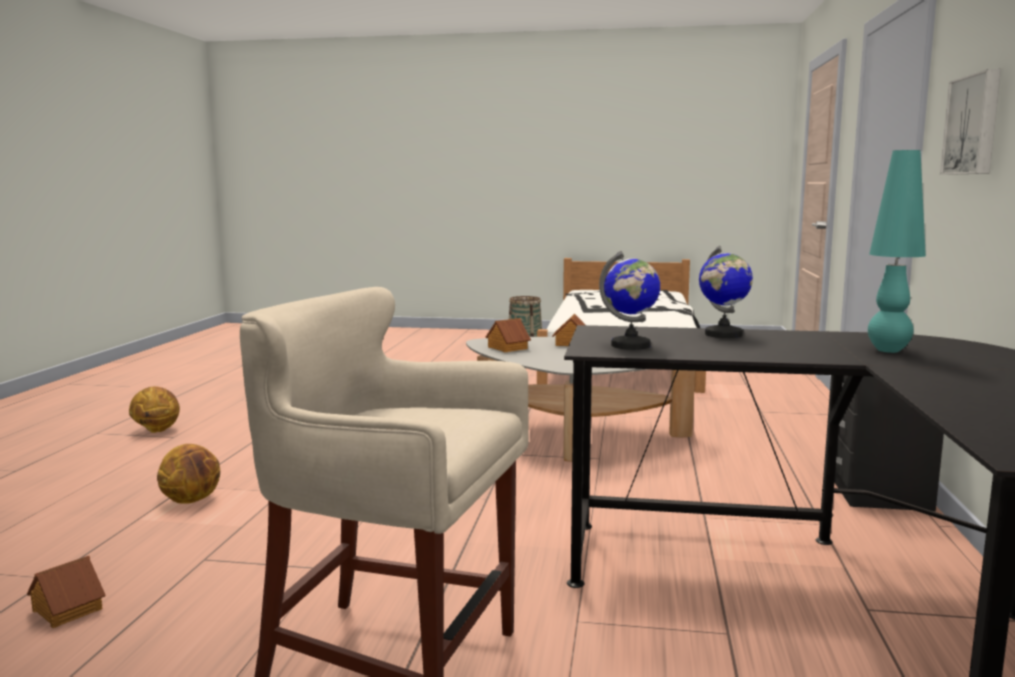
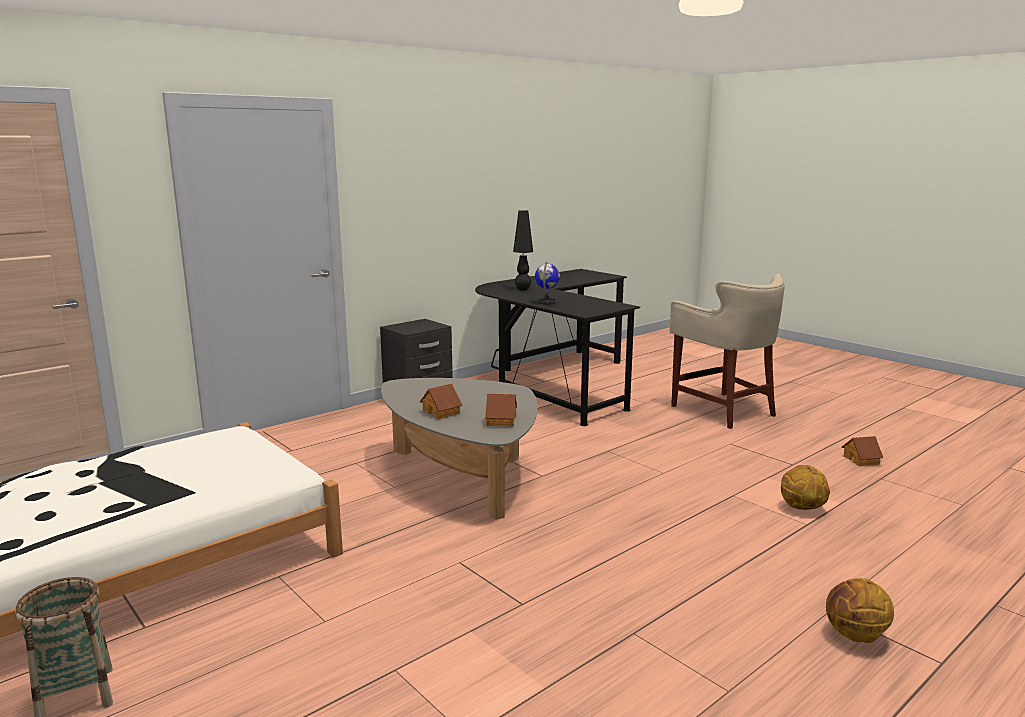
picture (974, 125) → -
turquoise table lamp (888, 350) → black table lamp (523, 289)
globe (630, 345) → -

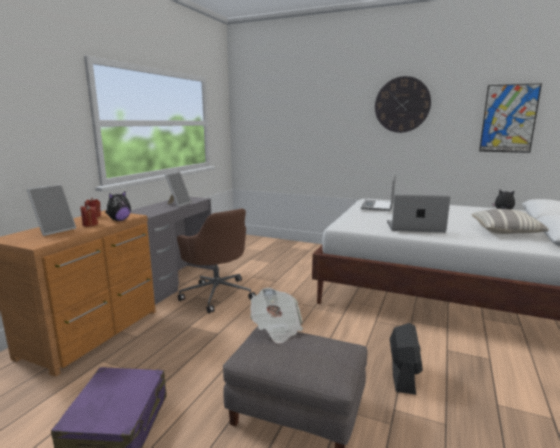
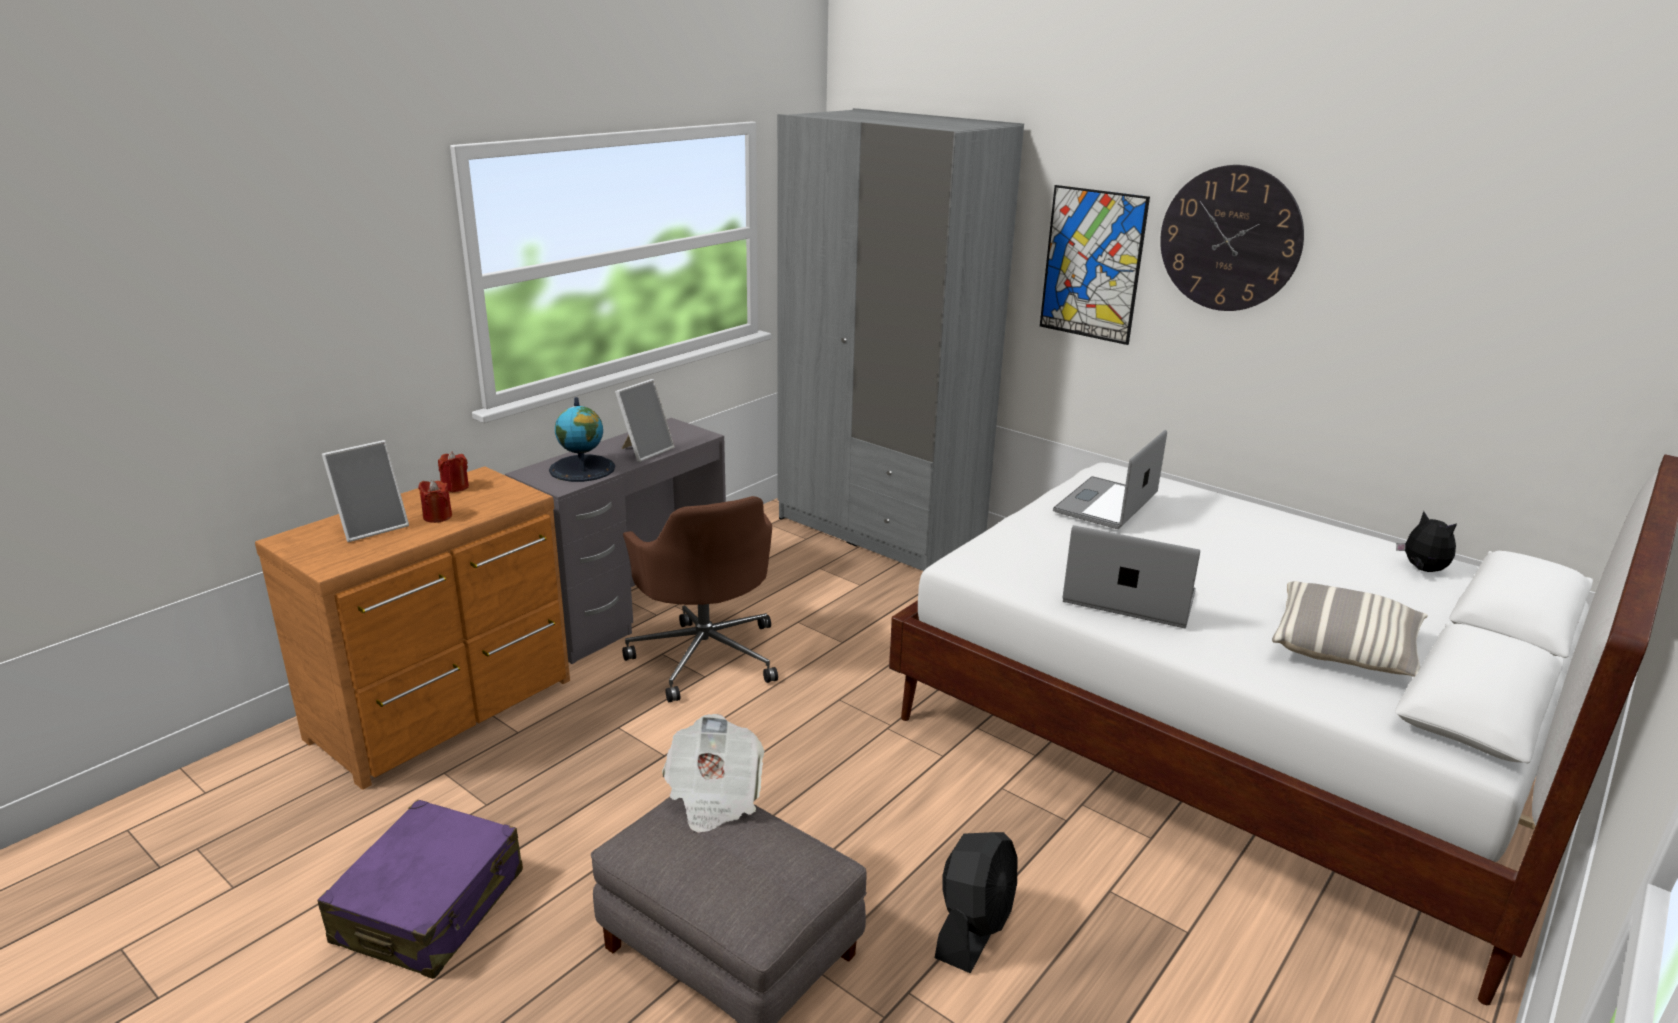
picture (508, 119) → picture (1092, 264), moved
plush toy (119, 220) → -
- → grey wardrobe (880, 529)
- → globe (582, 469)

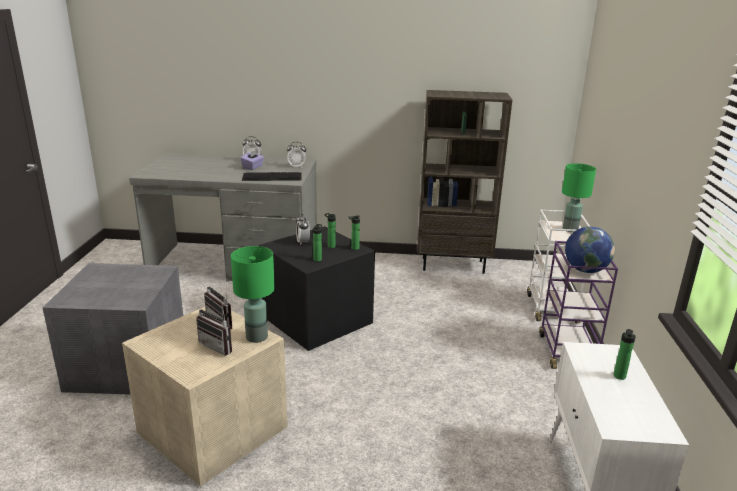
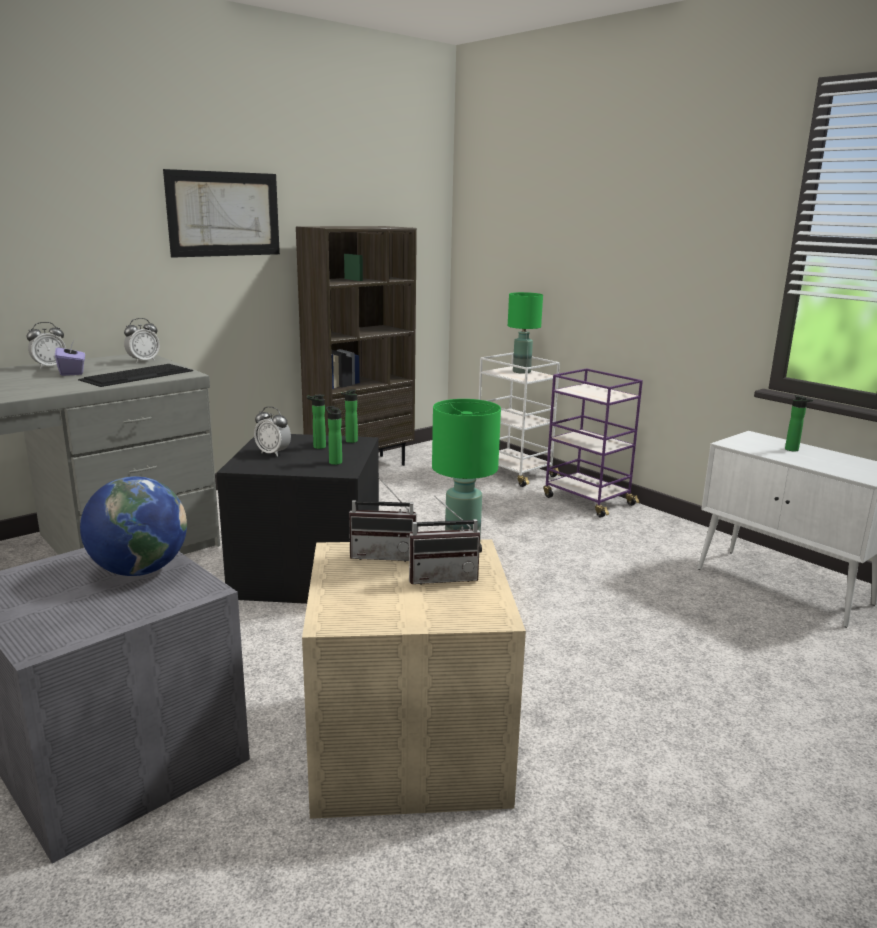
globe (585, 270) → globe (139, 570), moved
- → picture (224, 214)

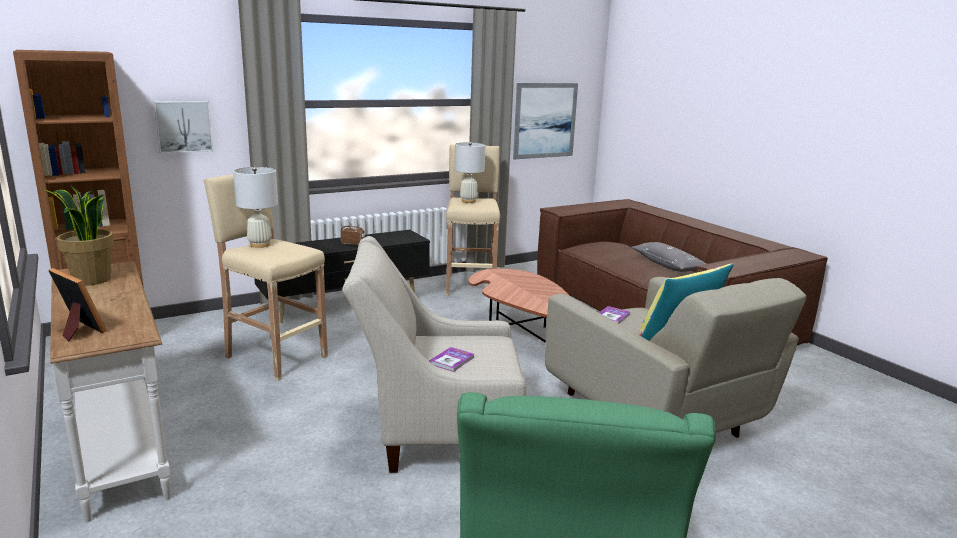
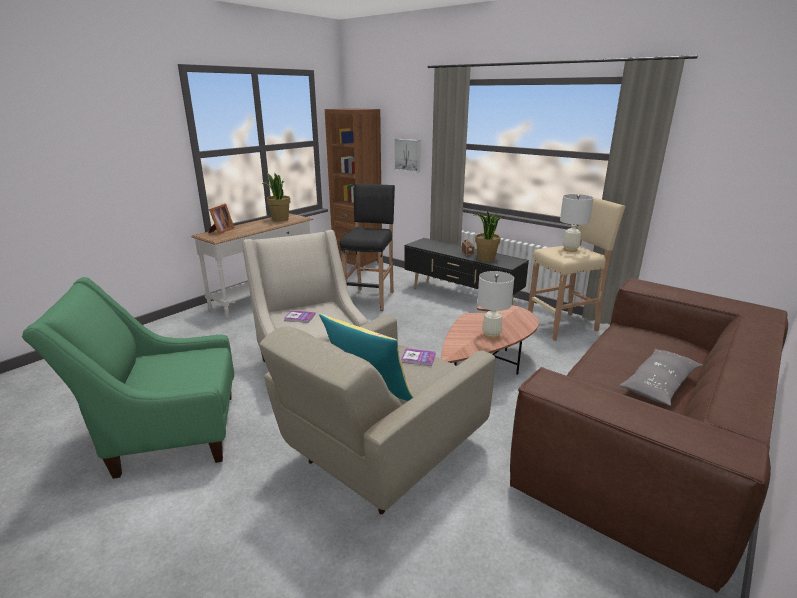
picture (545, 120) → -
white table lamp (260, 245) → white table lamp (491, 335), moved
beige stool (274, 356) → black stool (370, 299)
- → potted plant (486, 259)

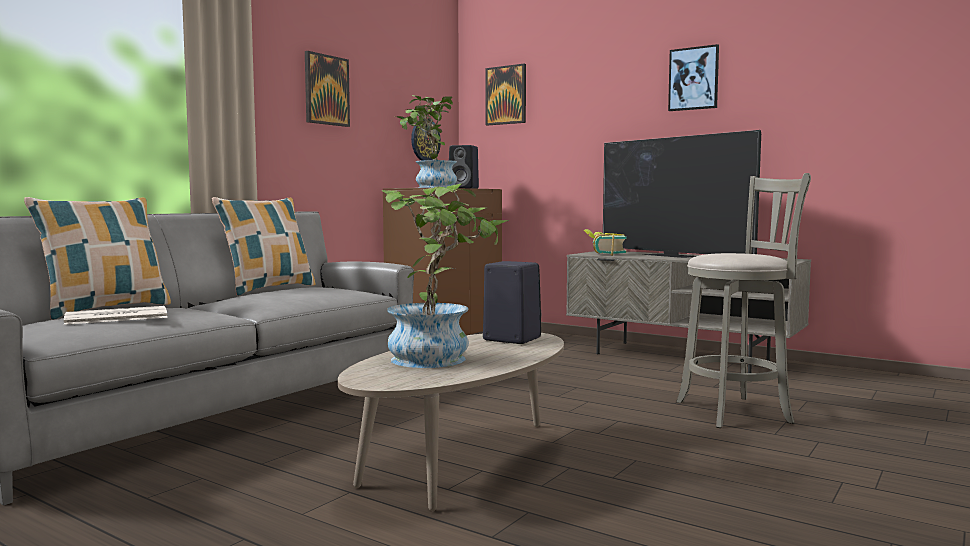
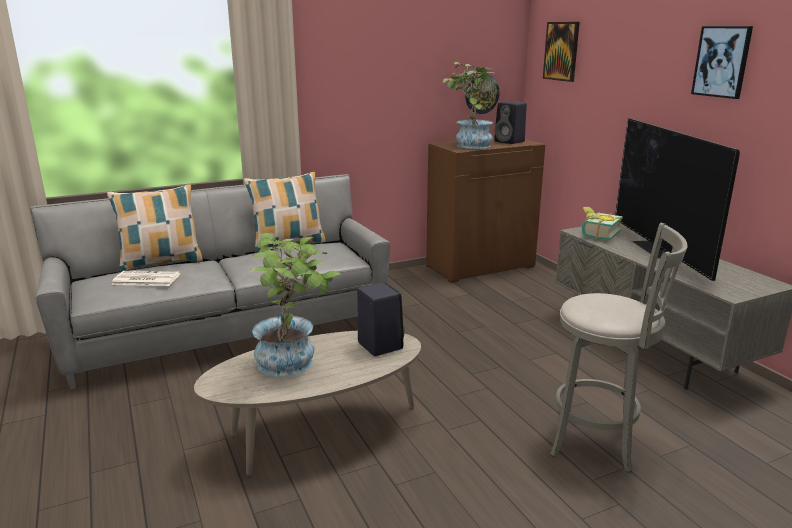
picture (326, 90) → -

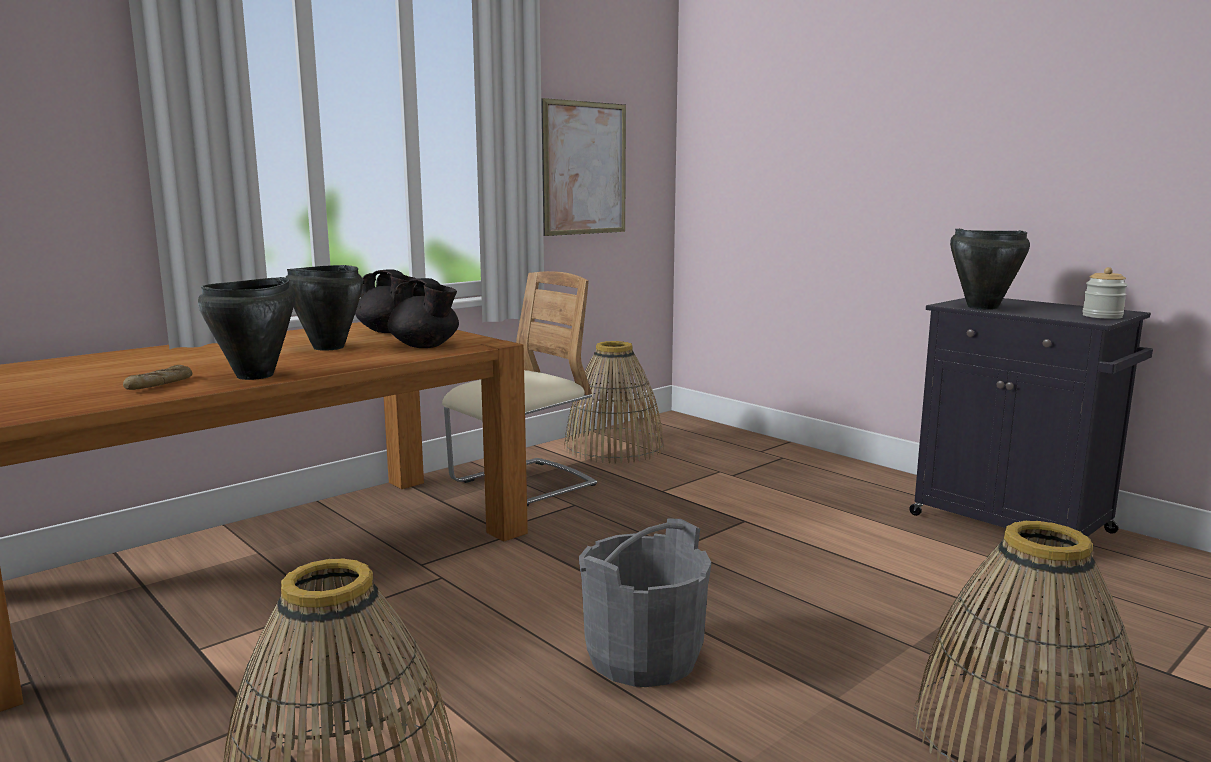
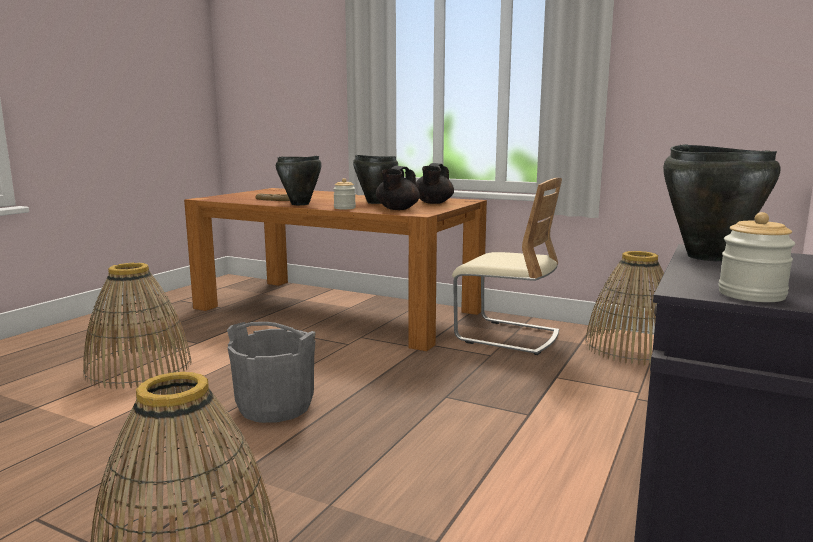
picture (585, 168) → -
- → jar (344, 208)

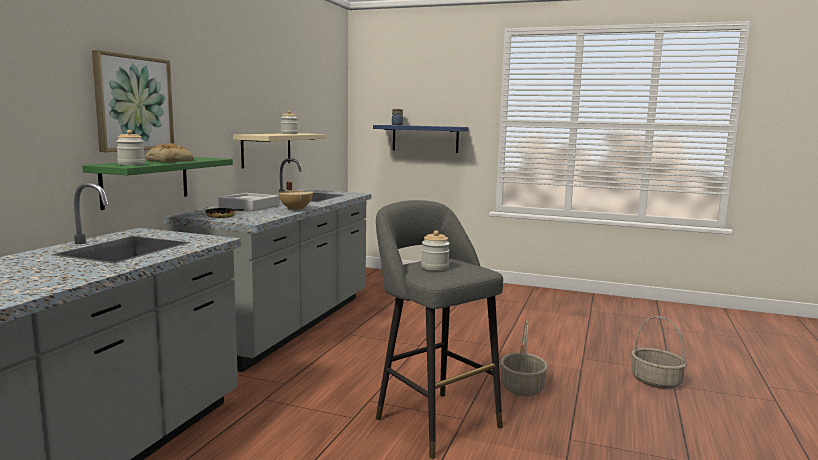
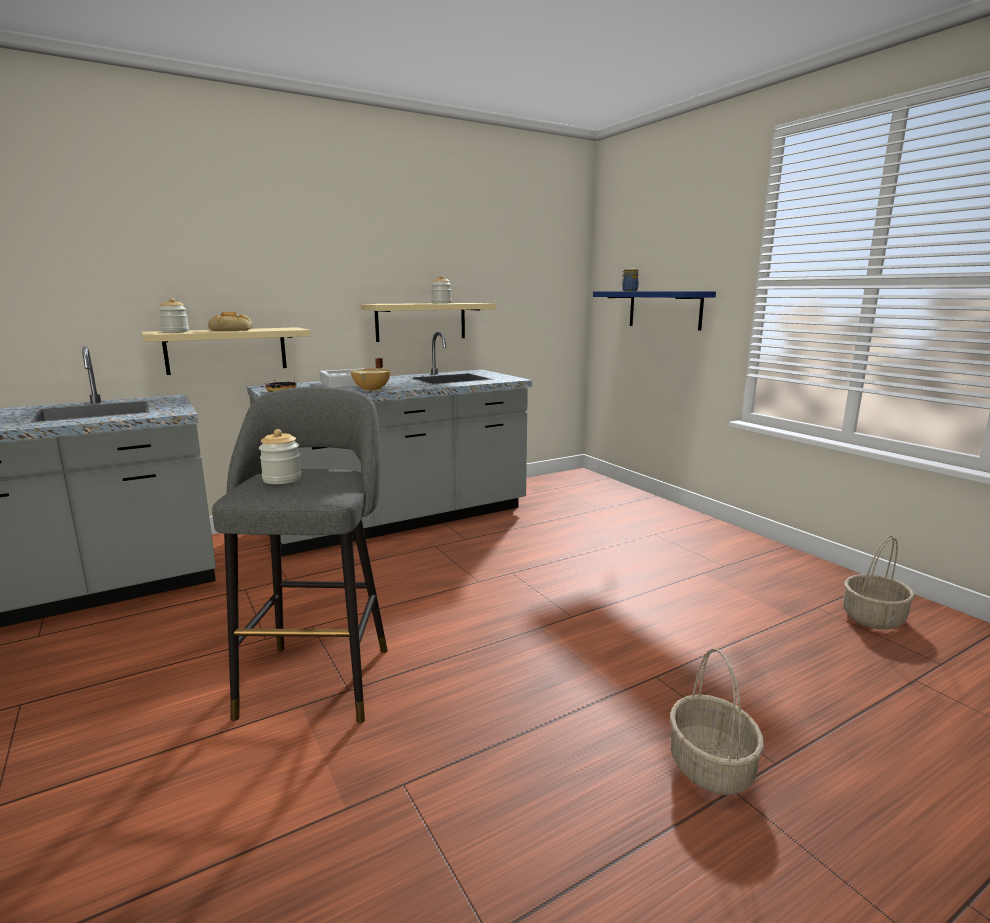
picture (133, 103) → -
green shelf (146, 181) → beige shelf (226, 350)
basket (521, 387) → basket (872, 617), moved

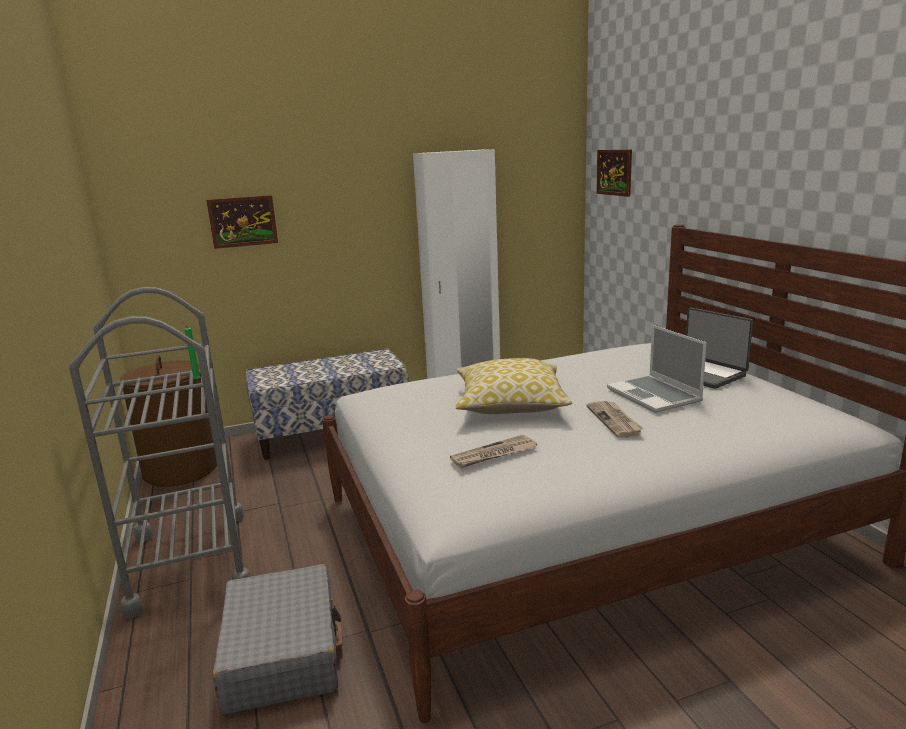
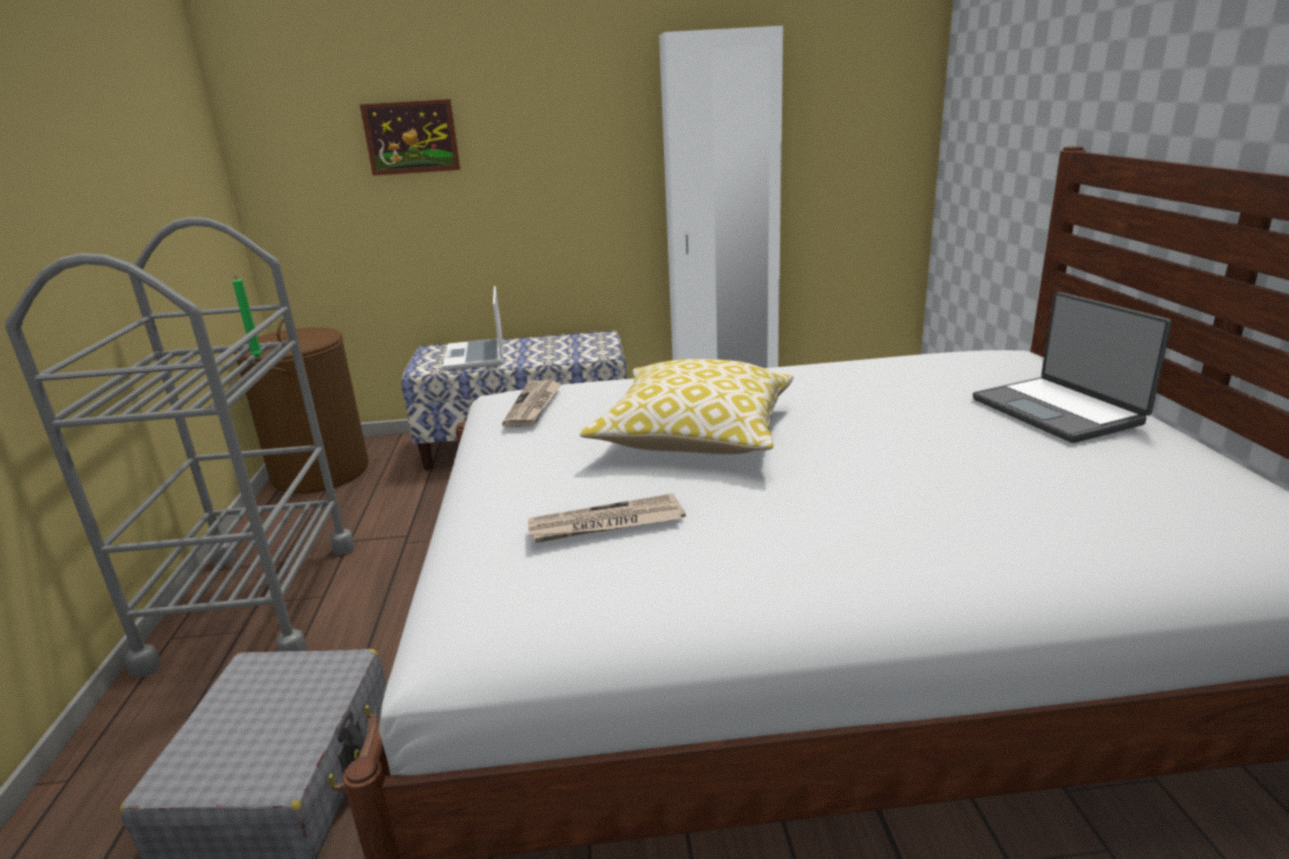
picture (614, 172) → -
laptop (655, 395) → laptop (476, 357), moved
newspaper (615, 420) → newspaper (534, 406), moved

